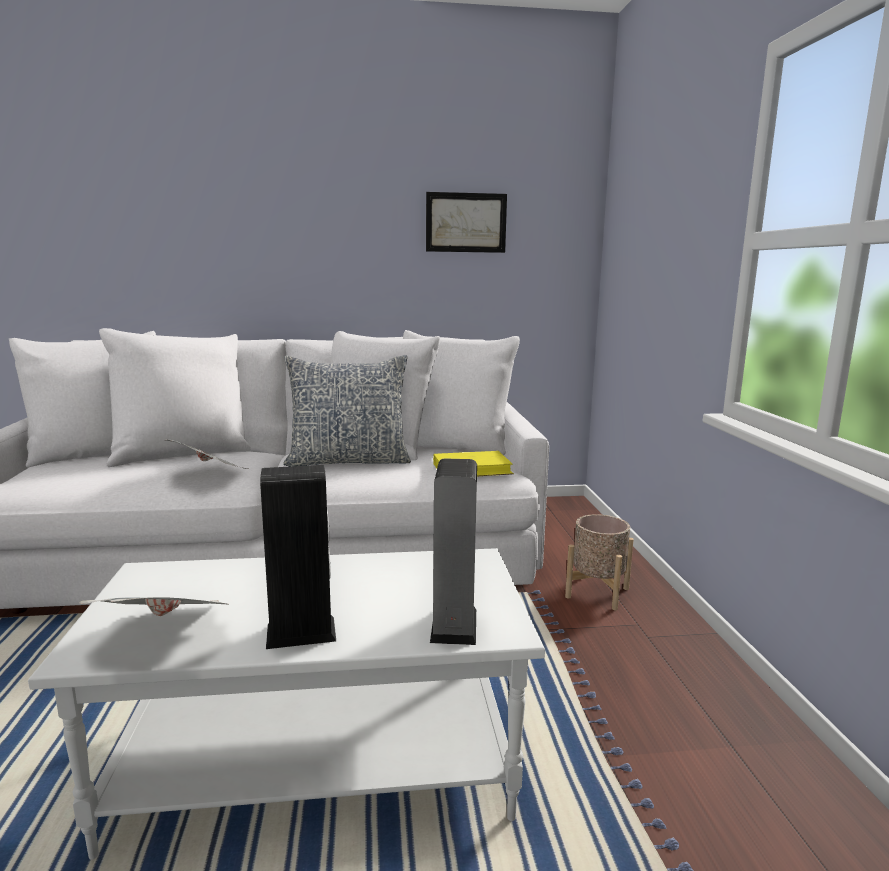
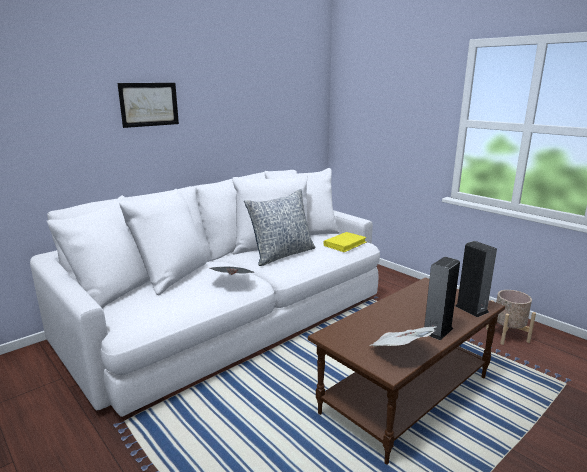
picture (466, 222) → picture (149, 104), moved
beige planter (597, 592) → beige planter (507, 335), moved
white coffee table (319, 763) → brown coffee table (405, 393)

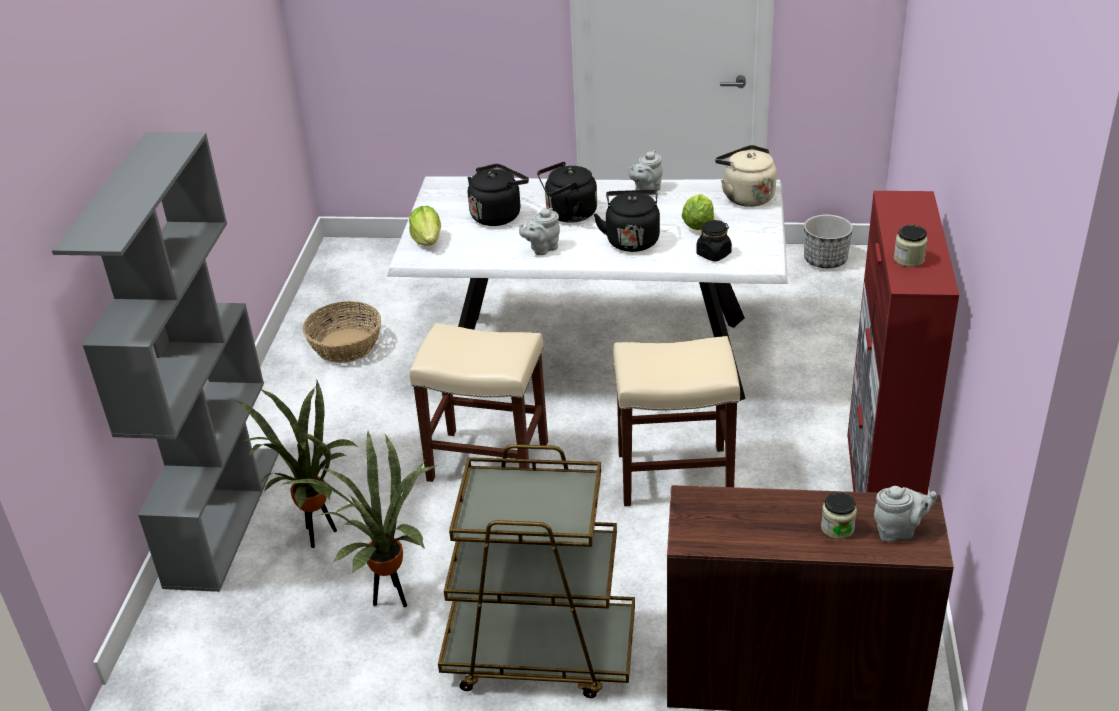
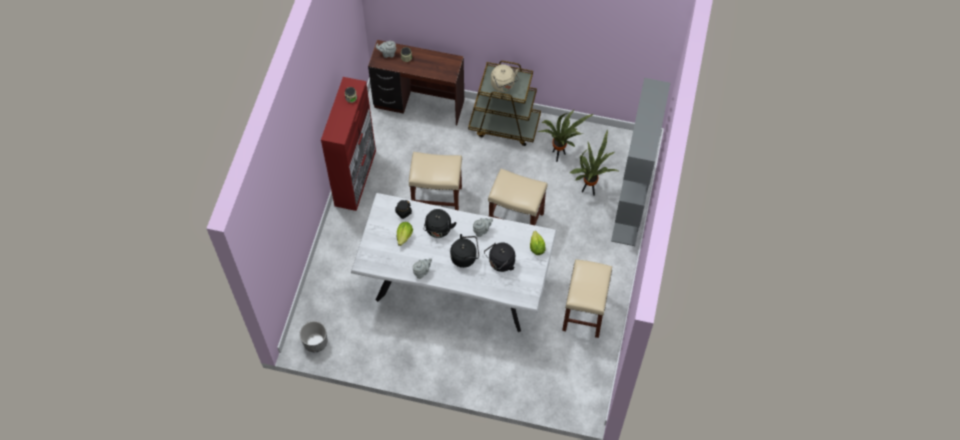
beige kettle (746, 196) → beige kettle (503, 85), moved
basket (345, 345) → beige stool (584, 313)

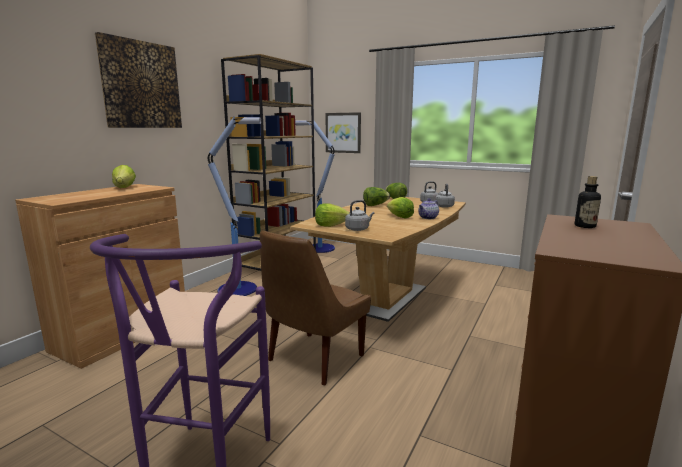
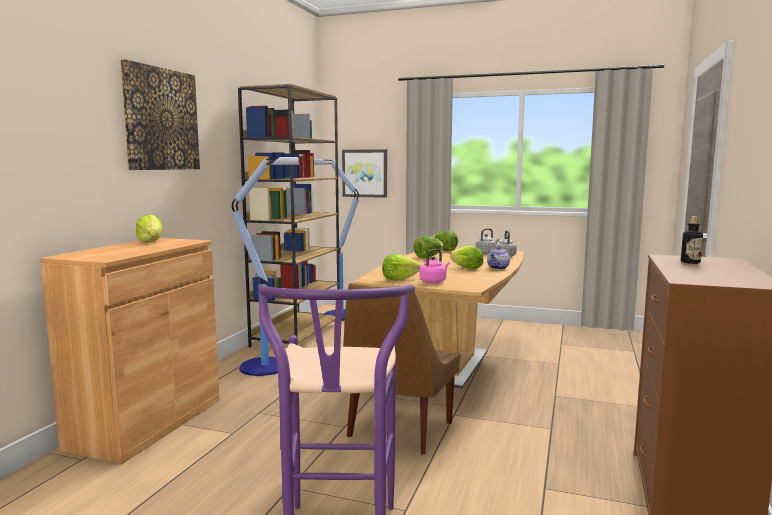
grey kettle (358, 229) → pink kettle (434, 281)

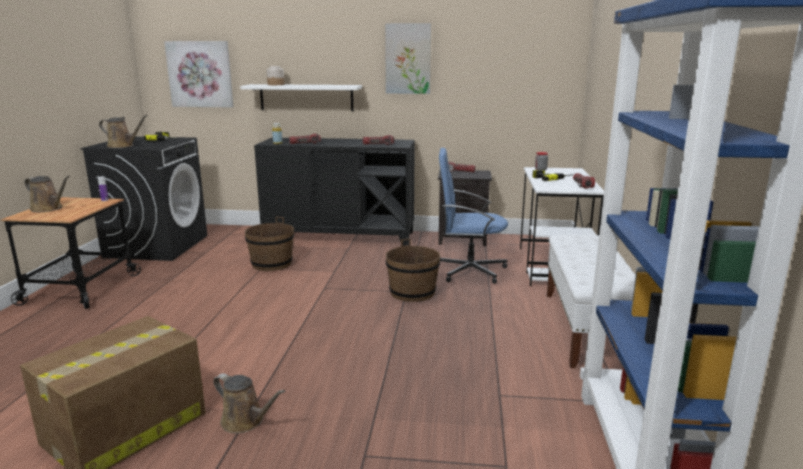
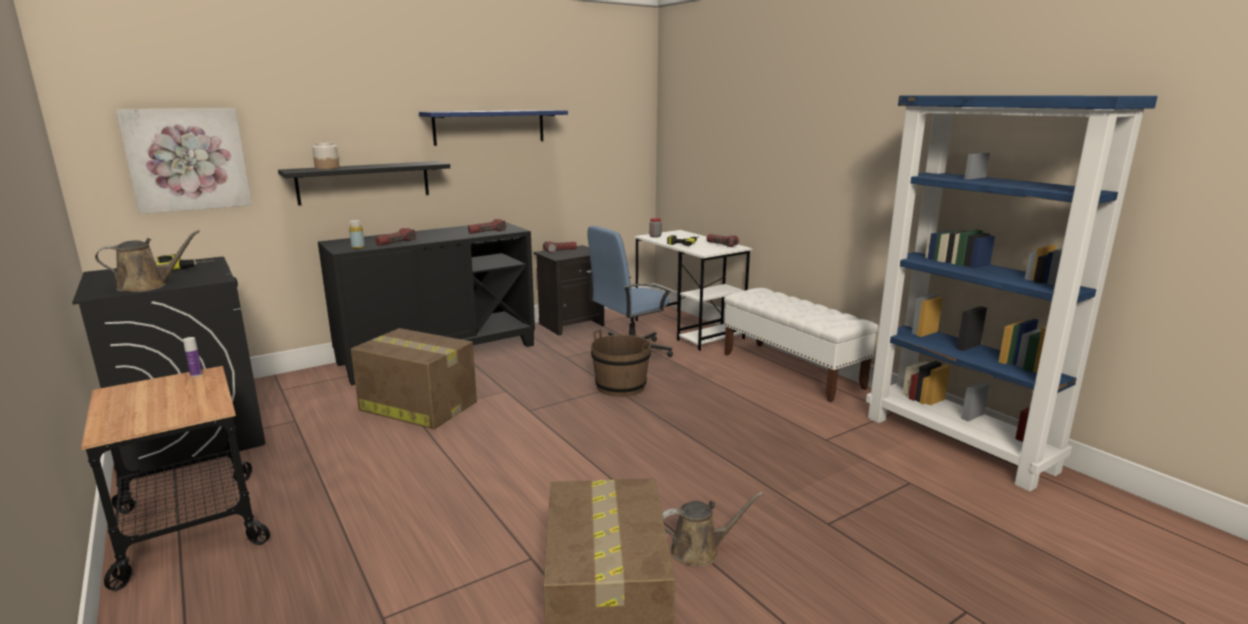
picture (408, 59) → blue shelf (489, 127)
white shelf (306, 97) → black shelf (364, 182)
brown watering can (49, 209) → -
brown bucket (271, 264) → cardboard box (417, 406)

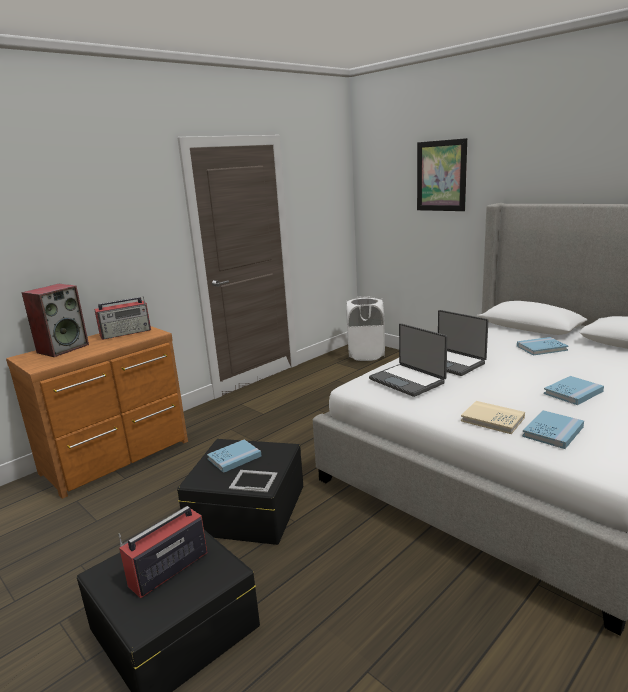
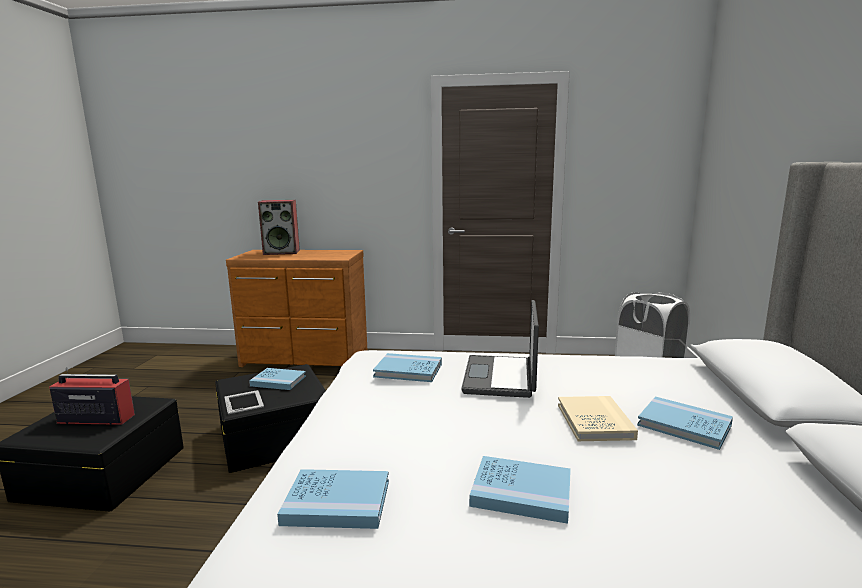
picture (441, 176) → -
radio (126, 333) → -
laptop (408, 380) → blue book (408, 370)
beige book (492, 419) → beige book (594, 421), moved

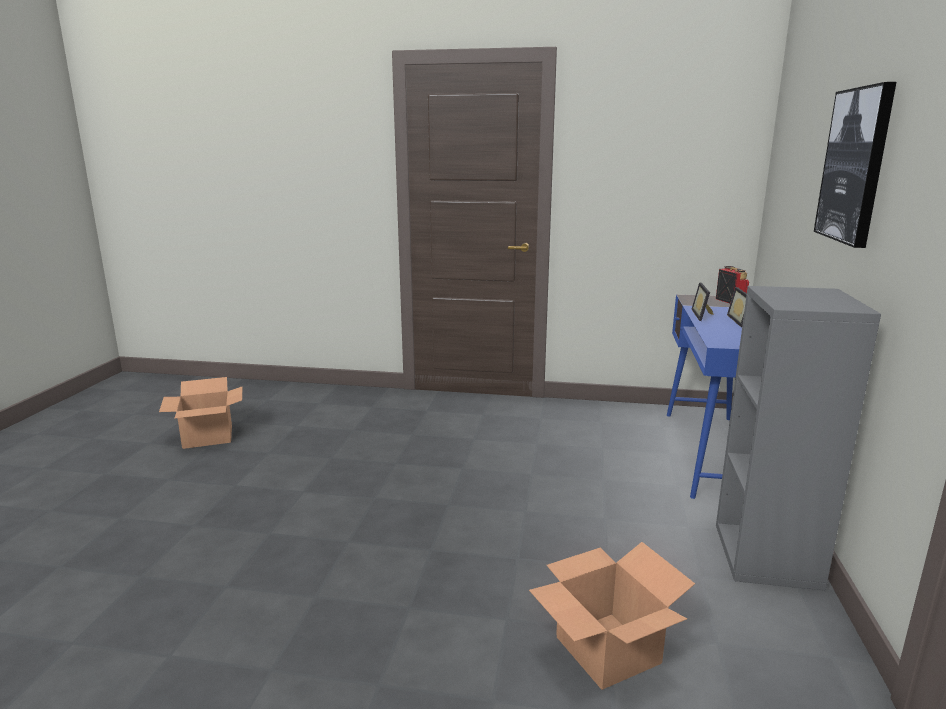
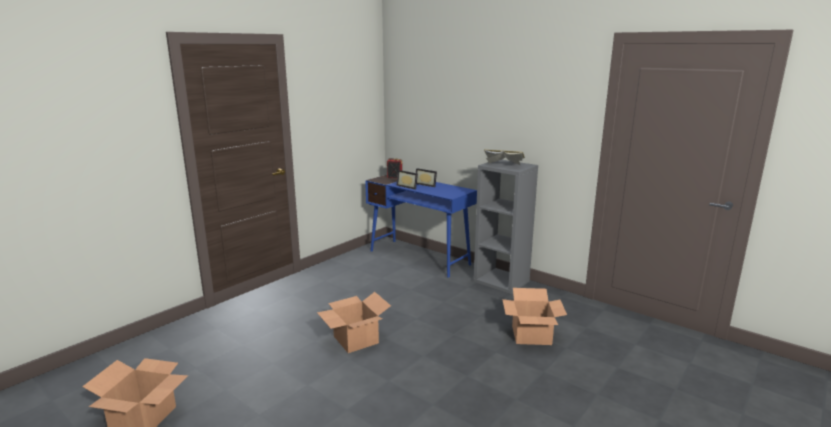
picture (855, 165) → -
- → book (503, 165)
- → cardboard box (356, 340)

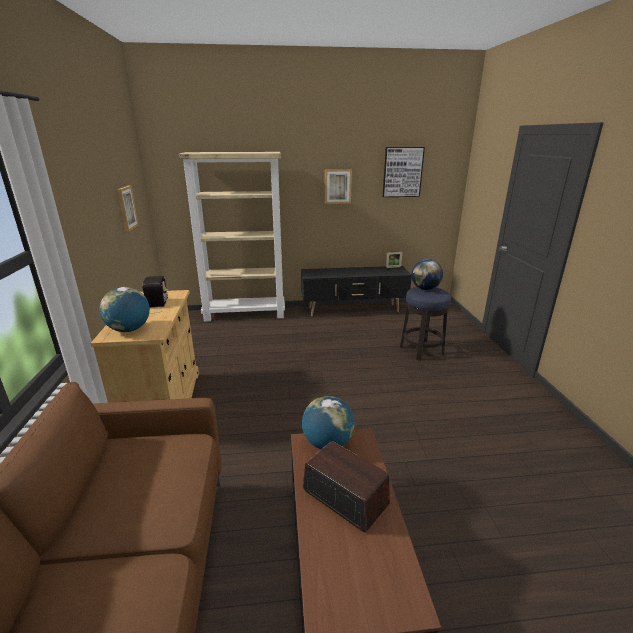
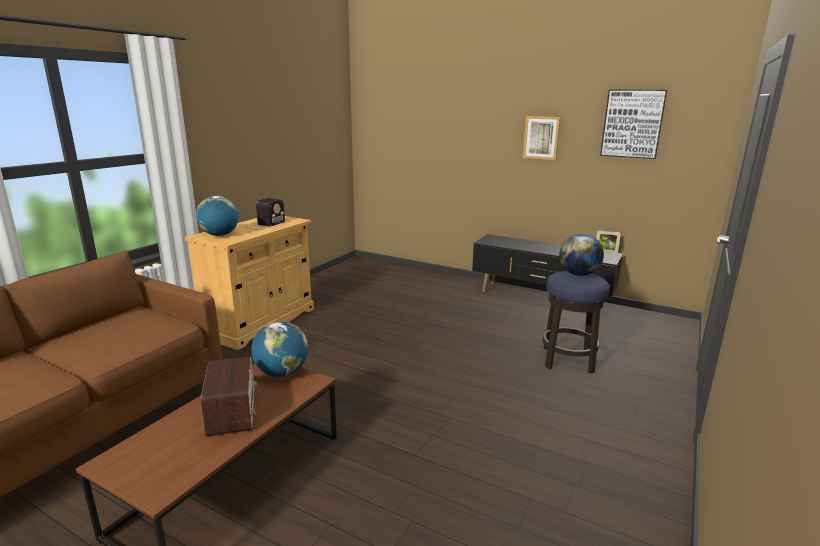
beige bookcase (245, 314) → -
picture (126, 208) → -

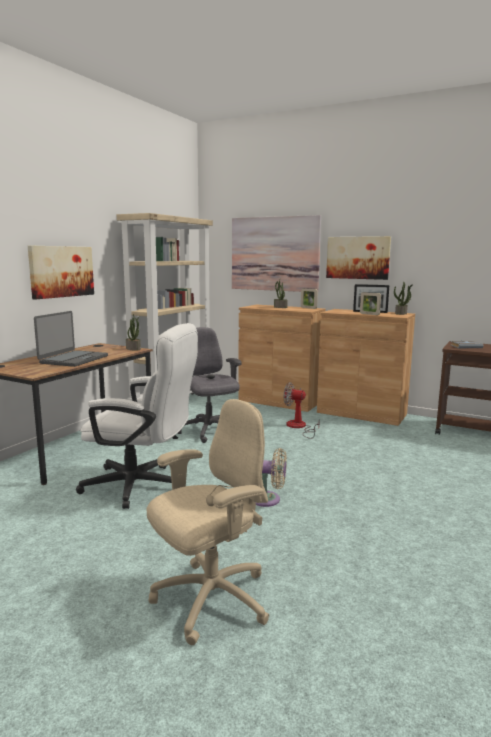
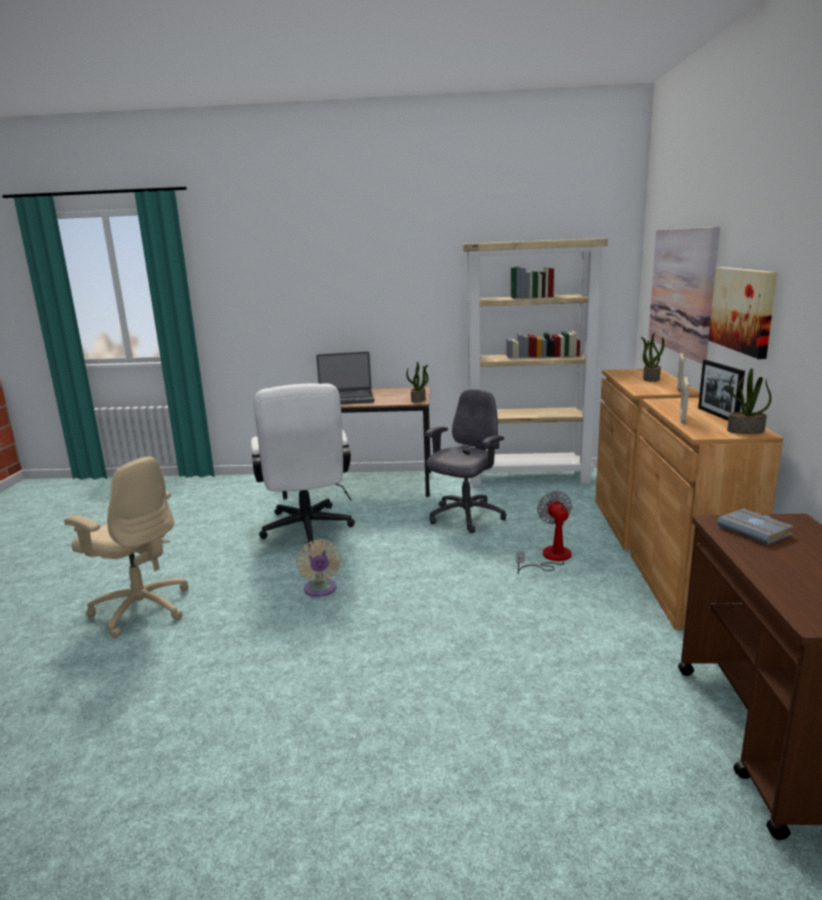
picture (61, 271) → -

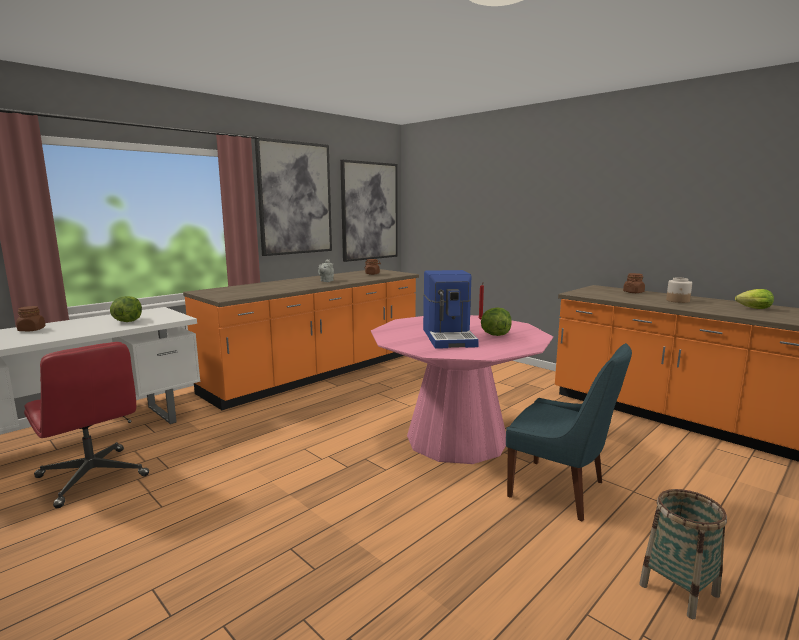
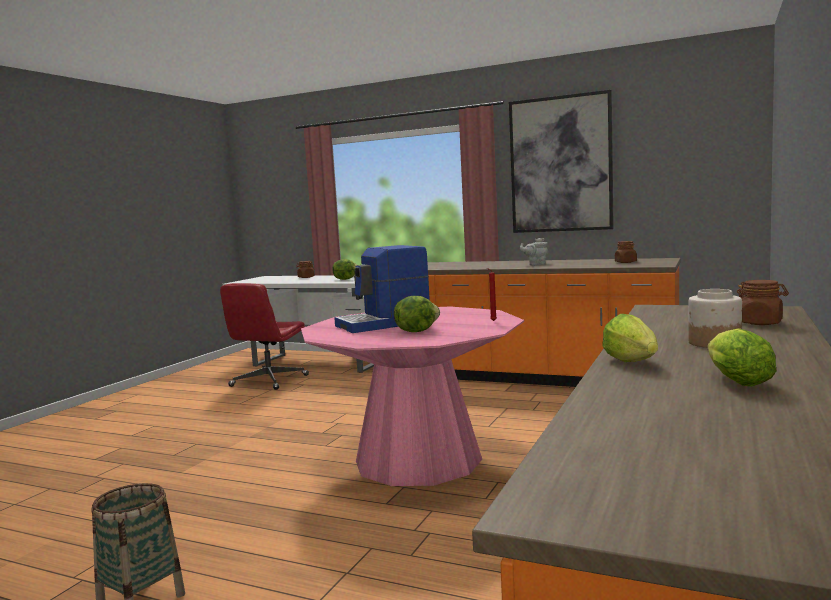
picture (369, 211) → -
blue chair (560, 490) → -
- → lettuce (633, 363)

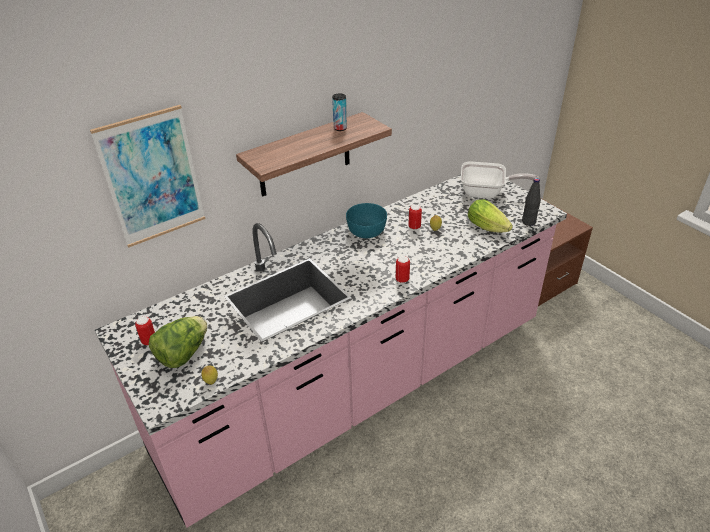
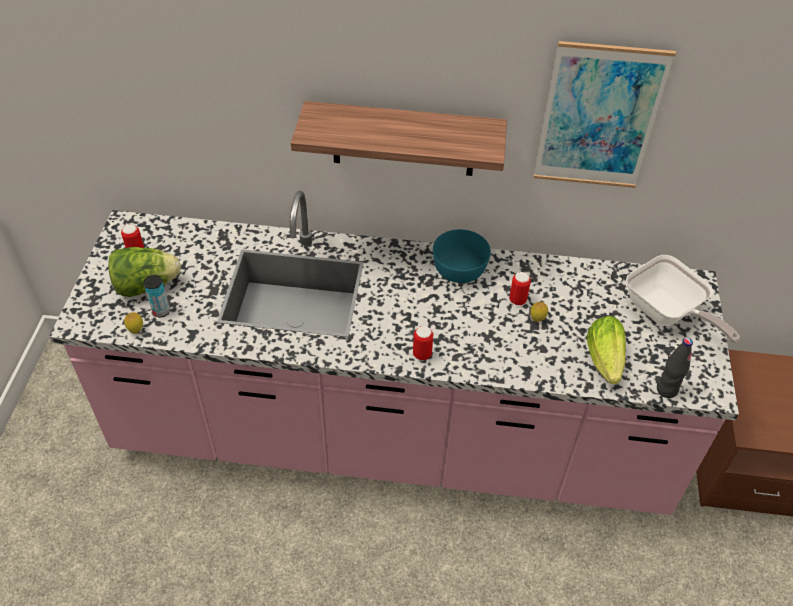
can (340, 128) → can (161, 311), moved
picture (152, 177) → picture (599, 118), moved

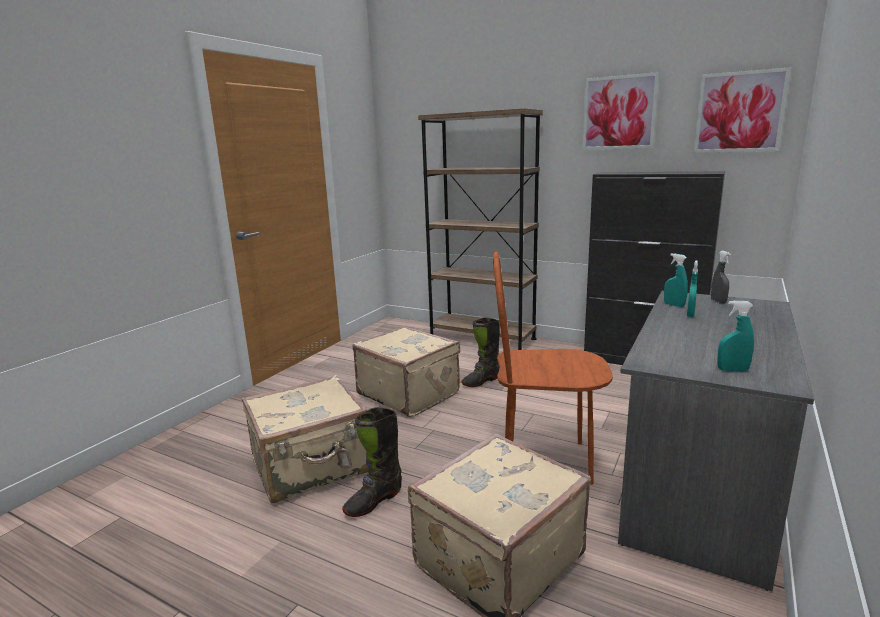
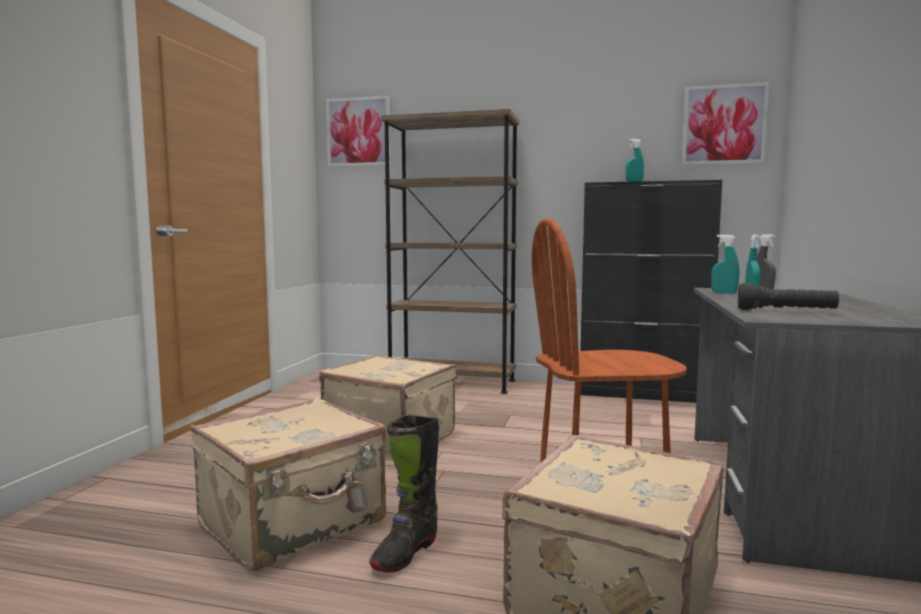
picture (619, 113) → picture (358, 132), moved
turquoise spray bottle (732, 370) → turquoise spray bottle (634, 181), moved
black boot (481, 381) → -
- → black flashlight (785, 311)

